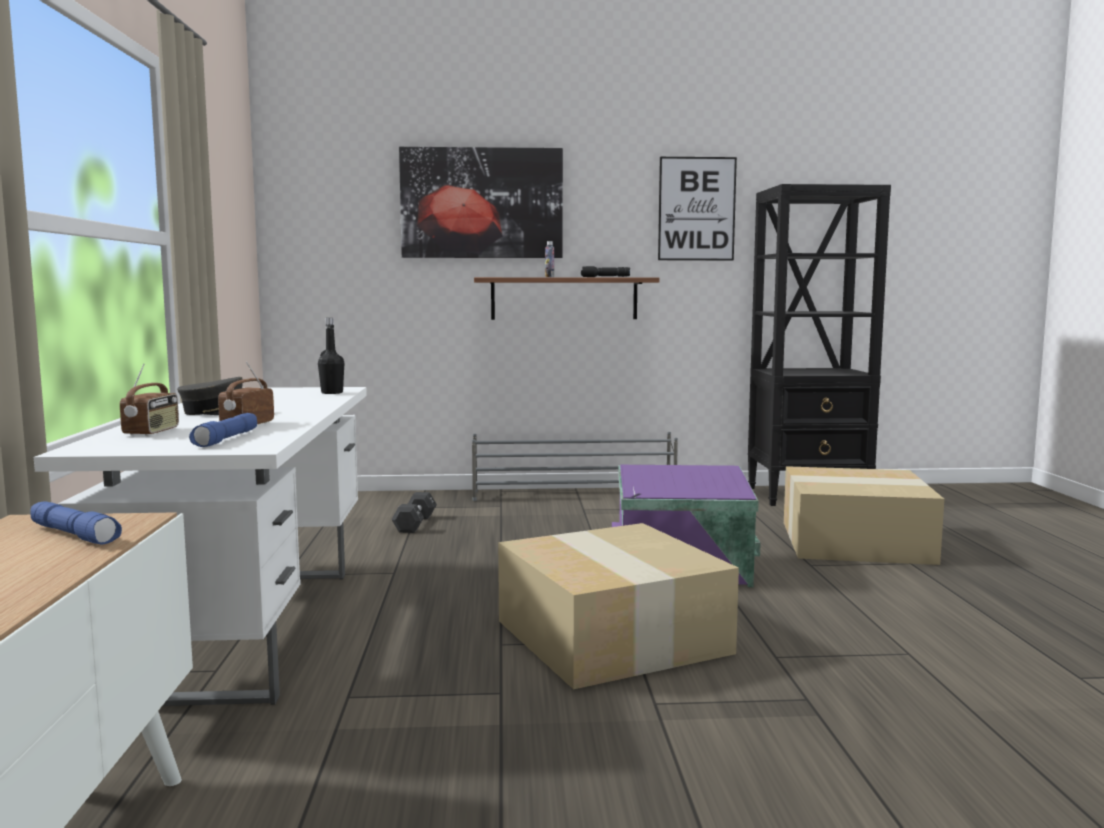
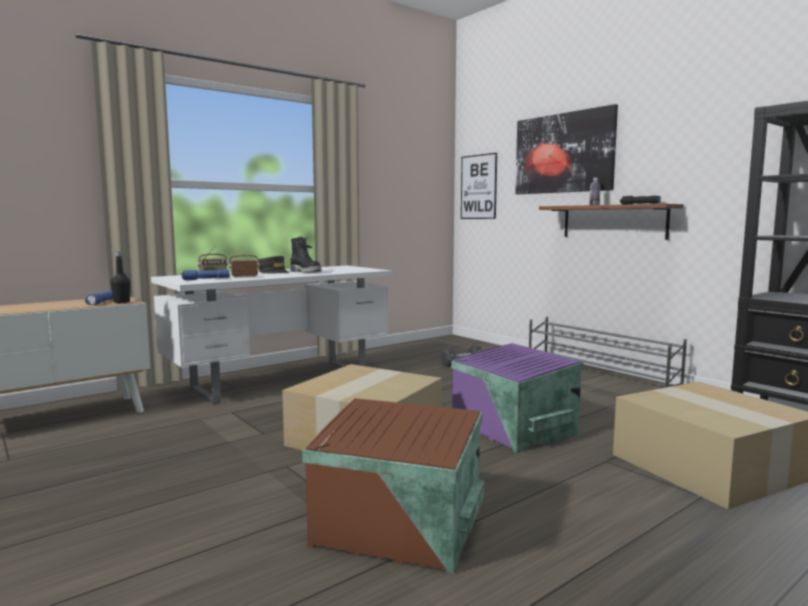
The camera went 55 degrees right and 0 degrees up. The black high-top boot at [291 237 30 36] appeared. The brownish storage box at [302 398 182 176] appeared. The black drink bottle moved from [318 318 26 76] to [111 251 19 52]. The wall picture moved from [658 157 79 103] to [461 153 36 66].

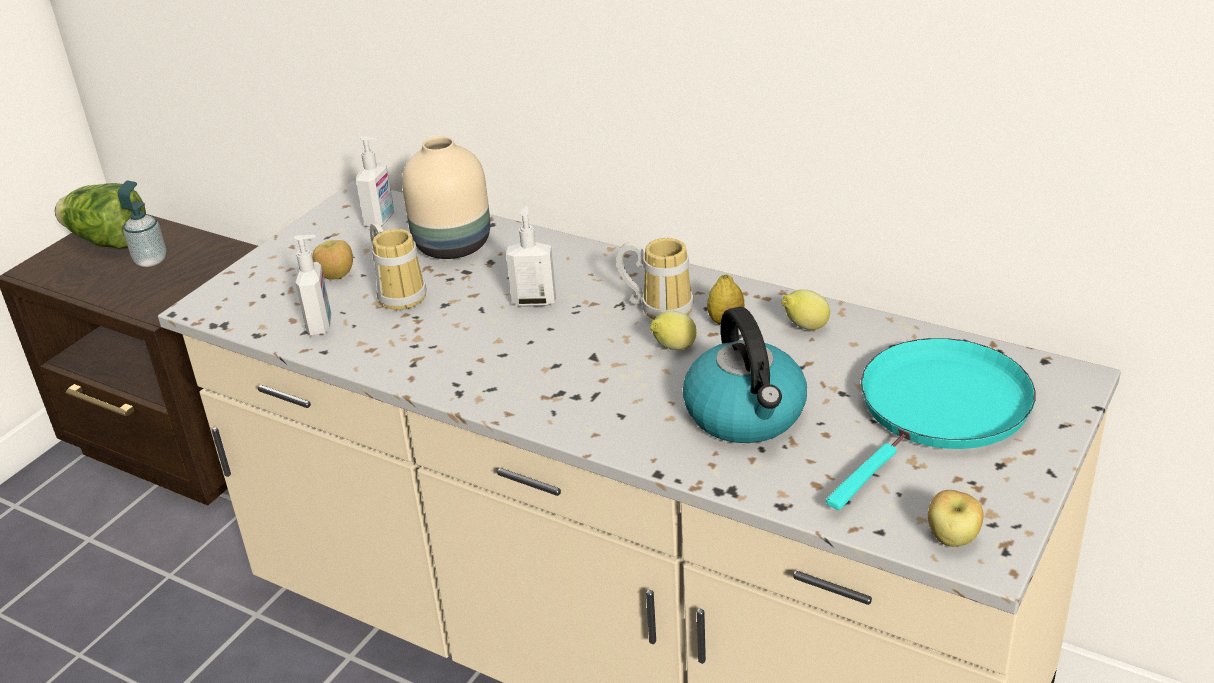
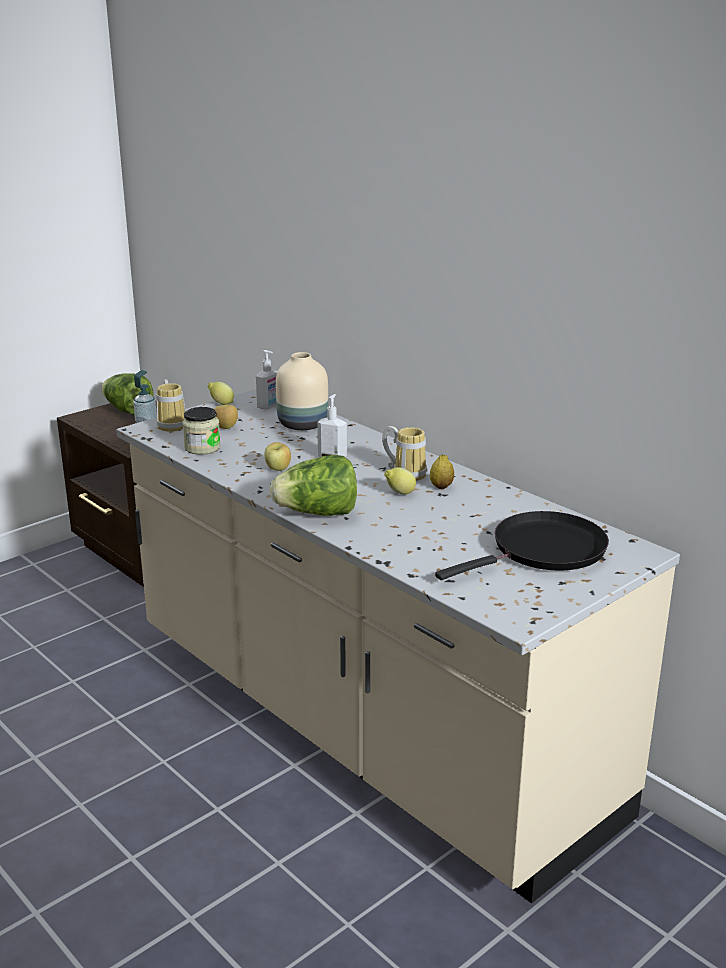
The camera went 15 degrees right and 10 degrees down. The tea kettle at [683 307 124 136] disappeared. The lettuce at [270 455 87 61] appeared. The coffee mug moved from [370 222 57 88] to [156 379 30 53]. The whole lemon moved from [781 289 49 41] to [207 382 27 23]. The whole apple moved from [928 490 55 57] to [265 442 26 29]. The soap dispenser at [294 235 37 101] was replaced by the jar at [182 407 39 48]. The blue-green frying pan at [826 338 210 172] became the black frying pan at [435 511 174 69].

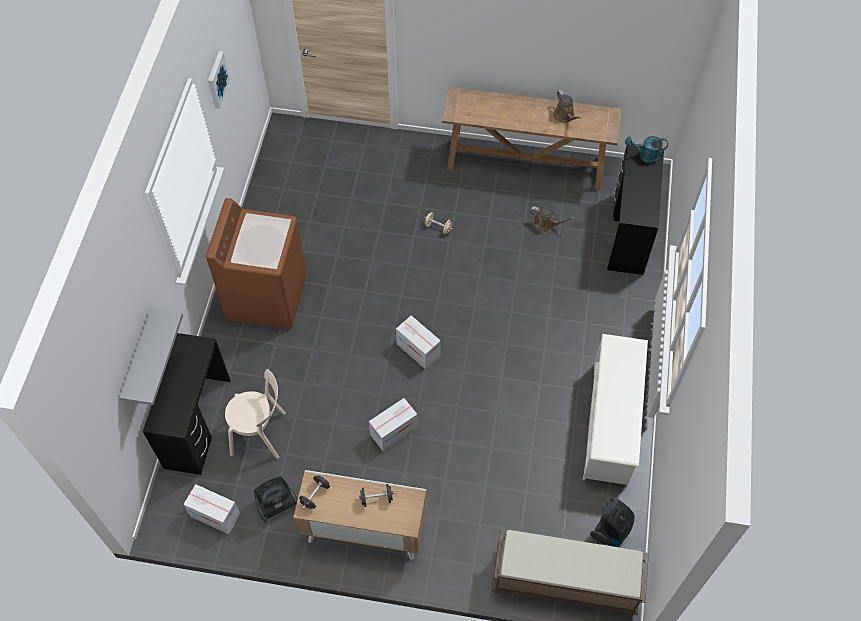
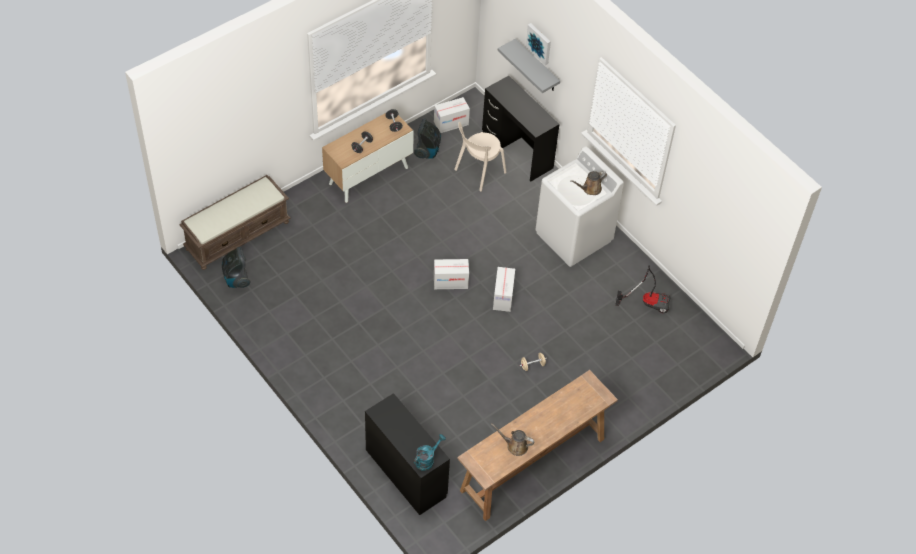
The camera went 130 degrees right and 5 degrees down. The white-coloured shoe stand at [583 334 65 151] disappeared. The vacuum cleaner at [615 266 56 47] appeared. The wall picture moved from [208 51 22 58] to [526 23 25 42]. The packing box moved from [369 398 49 54] to [493 267 22 45]. The brownish watering can moved from [530 207 45 26] to [570 171 37 24]. The brownish washing machine at [206 198 101 131] became the white-coloured washing machine at [535 146 89 121].

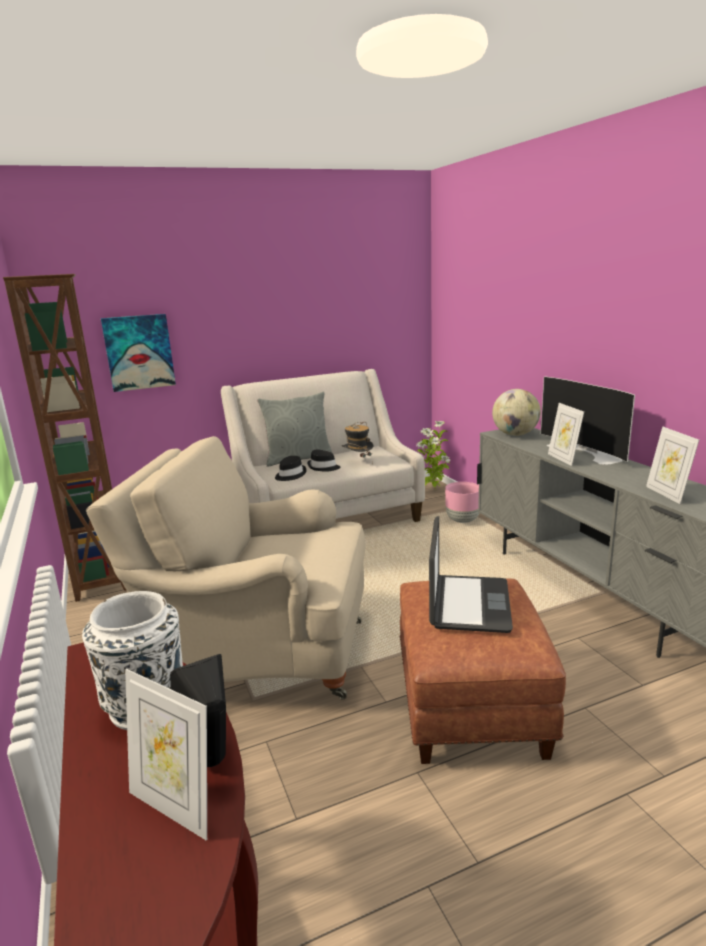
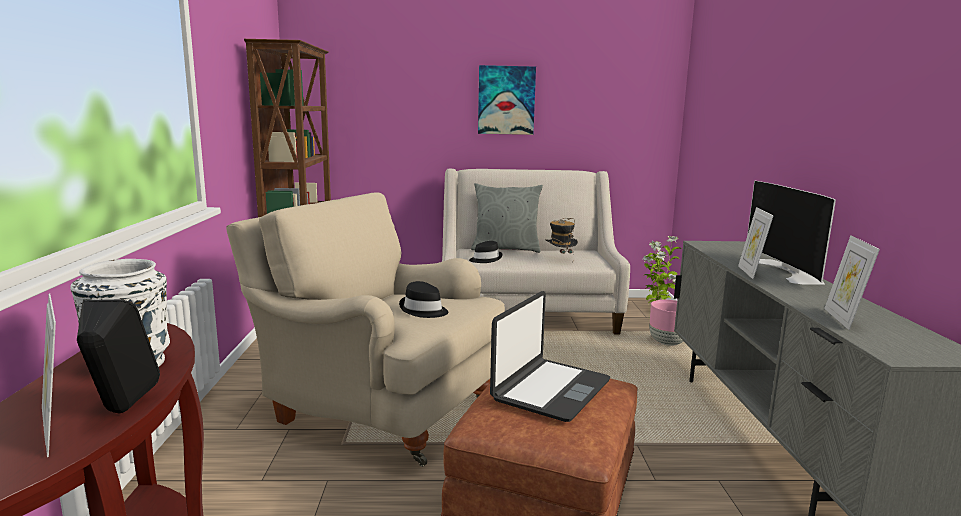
The camera went 20 degrees right and 5 degrees down. The desk globe at [492 389 49 47] disappeared. The wall picture moved from [101 314 75 78] to [478 65 58 70]. The black hat moved from [307 449 33 23] to [399 281 49 37].

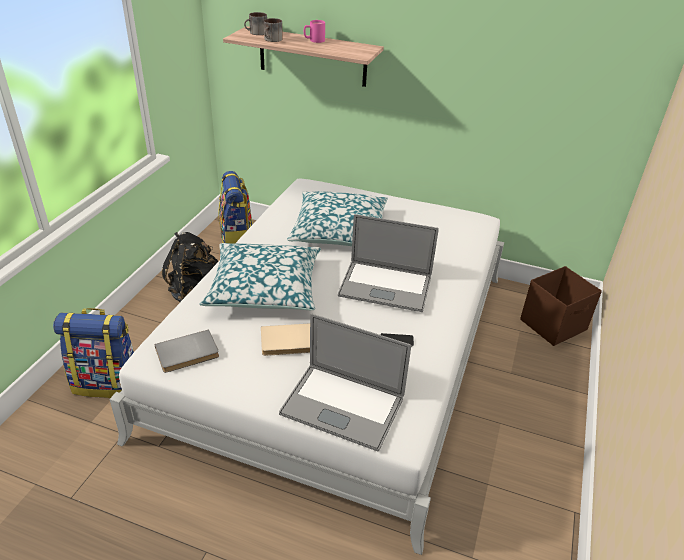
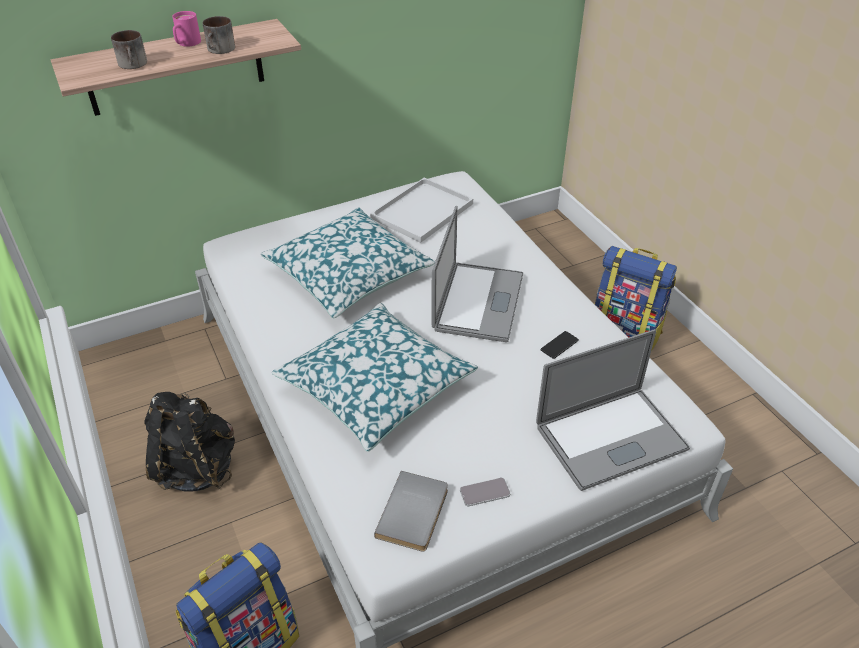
The camera went 45 degrees left and 5 degrees up. The beige bound book at [261 323 49 33] disappeared. The brownish storage box at [520 266 82 80] disappeared. The white-coloured serving tray at [370 178 103 65] appeared. The handset at [460 477 50 29] appeared. The knapsack moved from [218 171 35 72] to [595 246 82 105]. The coffee mug moved from [244 12 23 23] to [203 16 32 38]. The laptop at [338 214 101 98] turned 45 degrees counterclockwise.

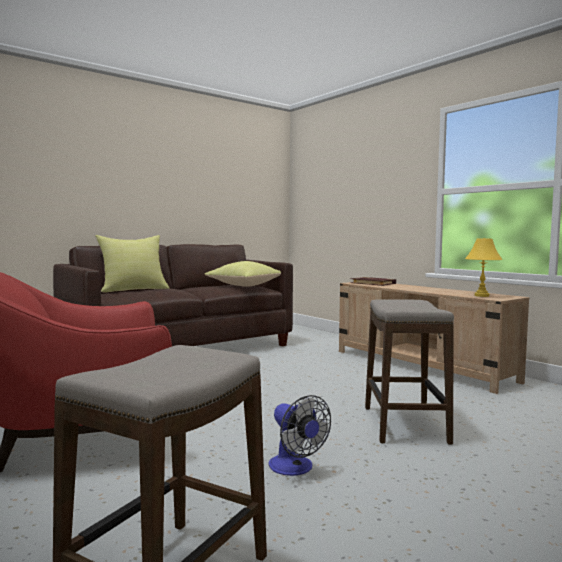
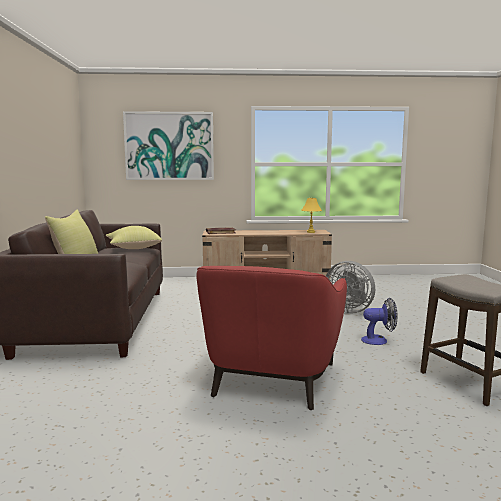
The camera went 55 degrees left and 5 degrees up. The wall picture at [123 111 91 69] appeared. The stool seat at [365 299 89 146] was replaced by the grey cooling fan at [326 261 49 52].

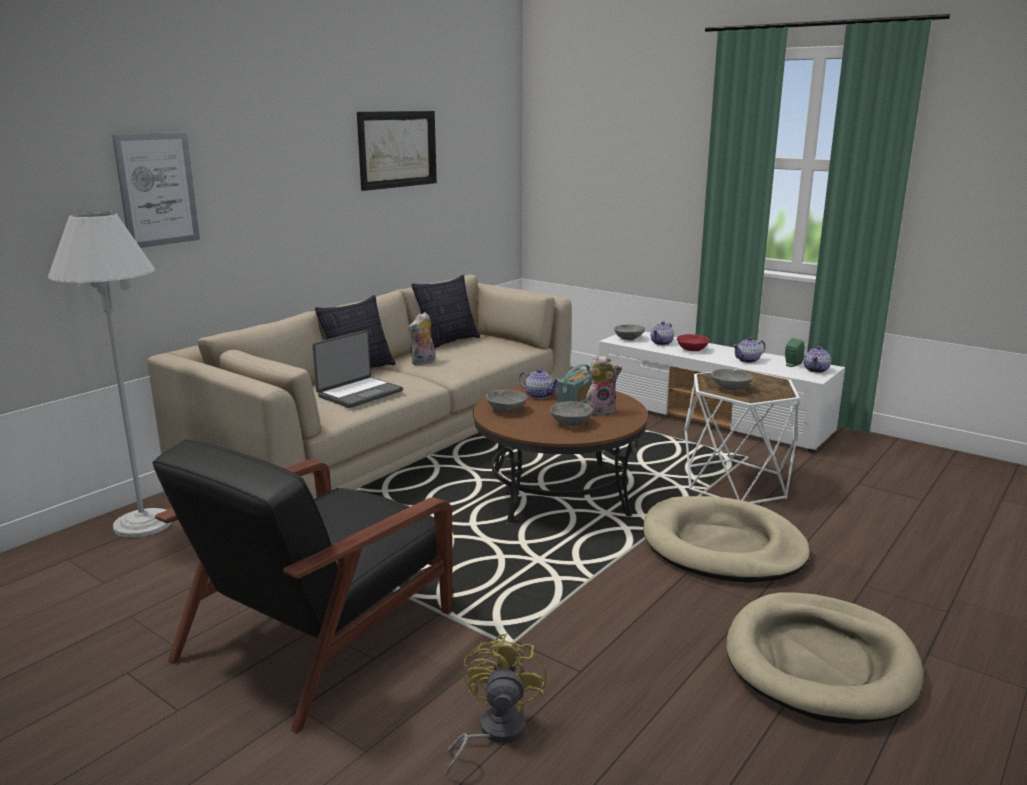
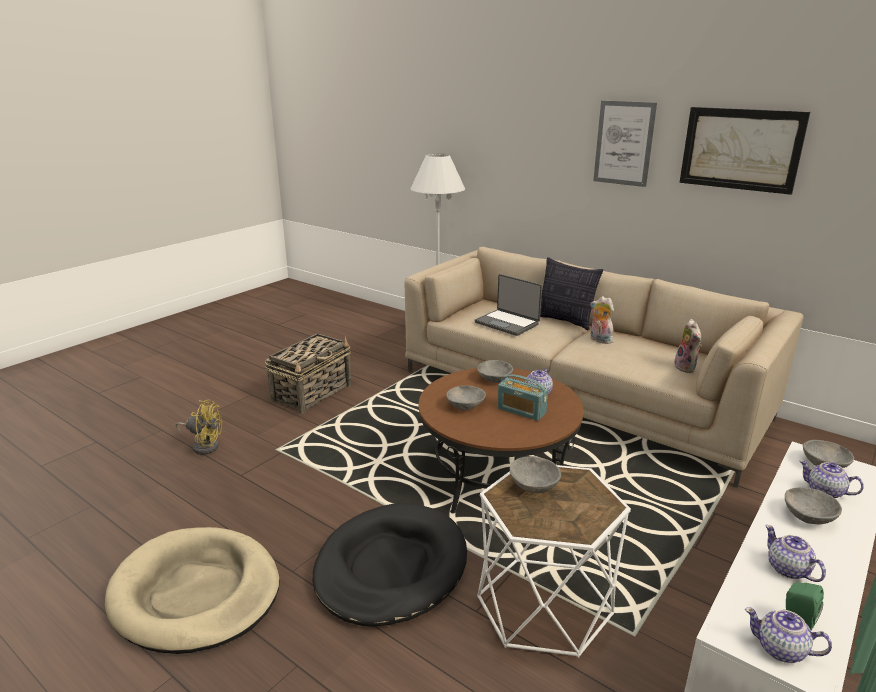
The camera went 90 degrees right and 5 degrees up. The cushion at [411 275 69 74] disappeared. The wall picture moved from [112 132 88 116] to [593 101 64 86]. The cuddly toy moved from [586 355 36 61] to [673 319 29 54]. The black easy chair at [153 439 300 295] was replaced by the household basket at [265 333 86 81]. The beige pet bed at [643 496 167 87] became the black pet bed at [313 503 154 124]. The red deep dish at [677 334 32 17] became the grey deep dish at [785 487 57 37].

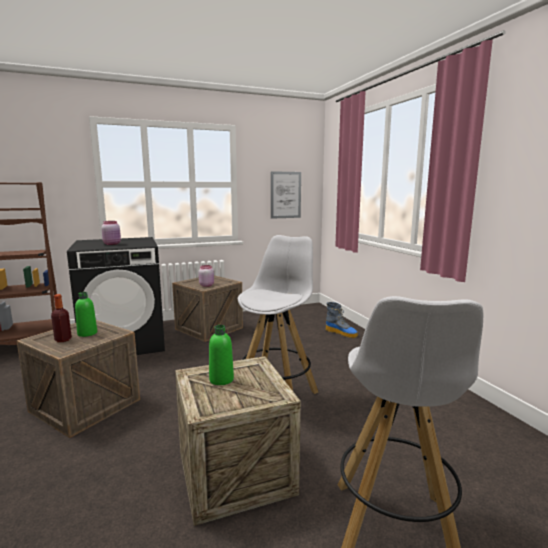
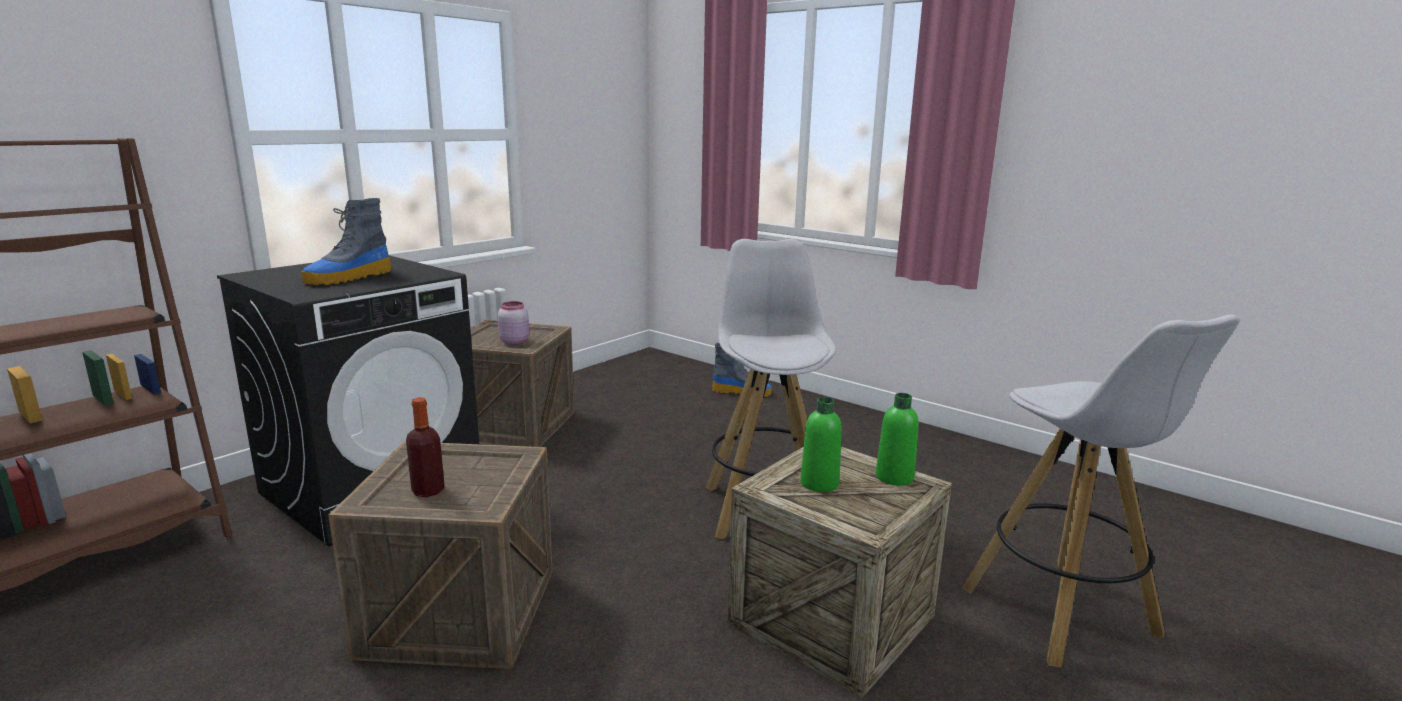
The camera went 30 degrees left and 5 degrees up. The wall picture at [271 171 30 48] disappeared. The greenish drink bottle moved from [75 292 22 45] to [876 393 43 93]. The pinkish jar at [101 221 20 24] was replaced by the high-top boot at [302 198 89 87].

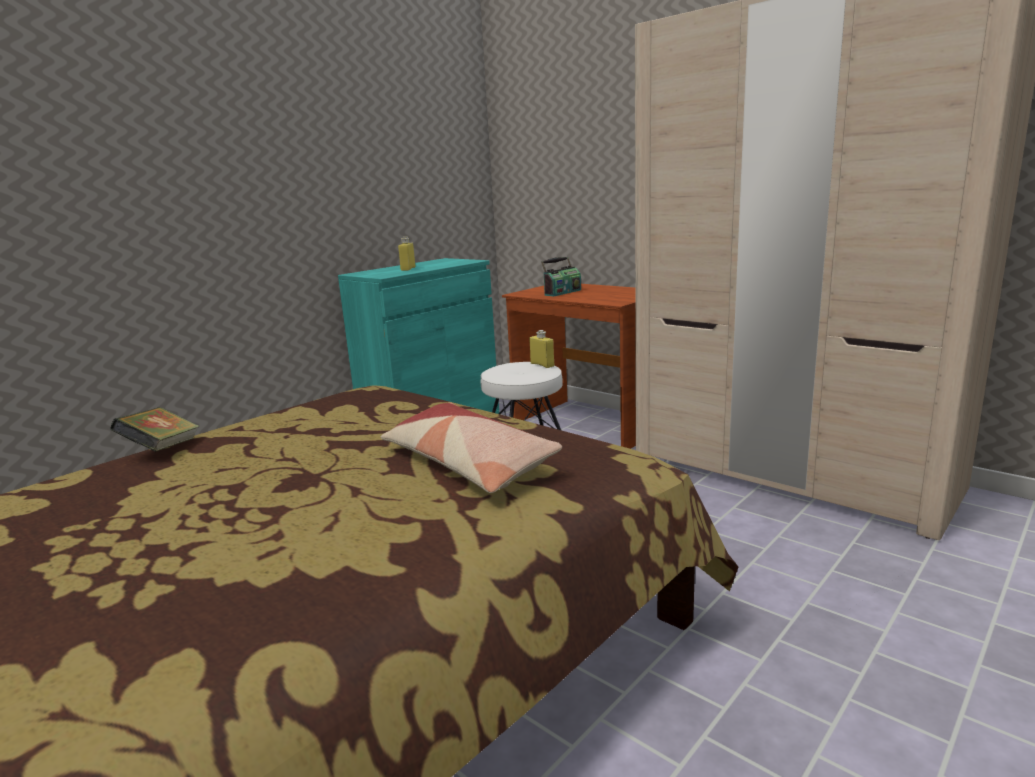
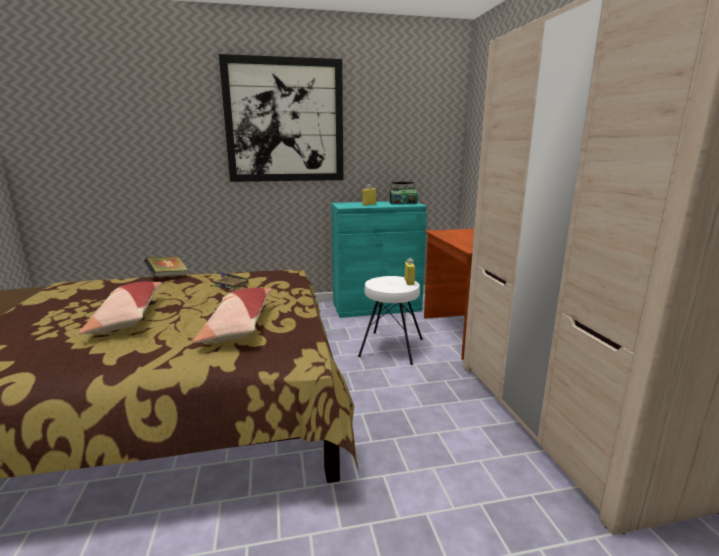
The camera went 35 degrees right and 0 degrees up. The cushion at [79 281 83 53] appeared. The bound book at [214 271 34 19] appeared. The wall picture at [219 54 124 128] appeared. The radio receiver moved from [541 257 40 40] to [390 181 28 24].

